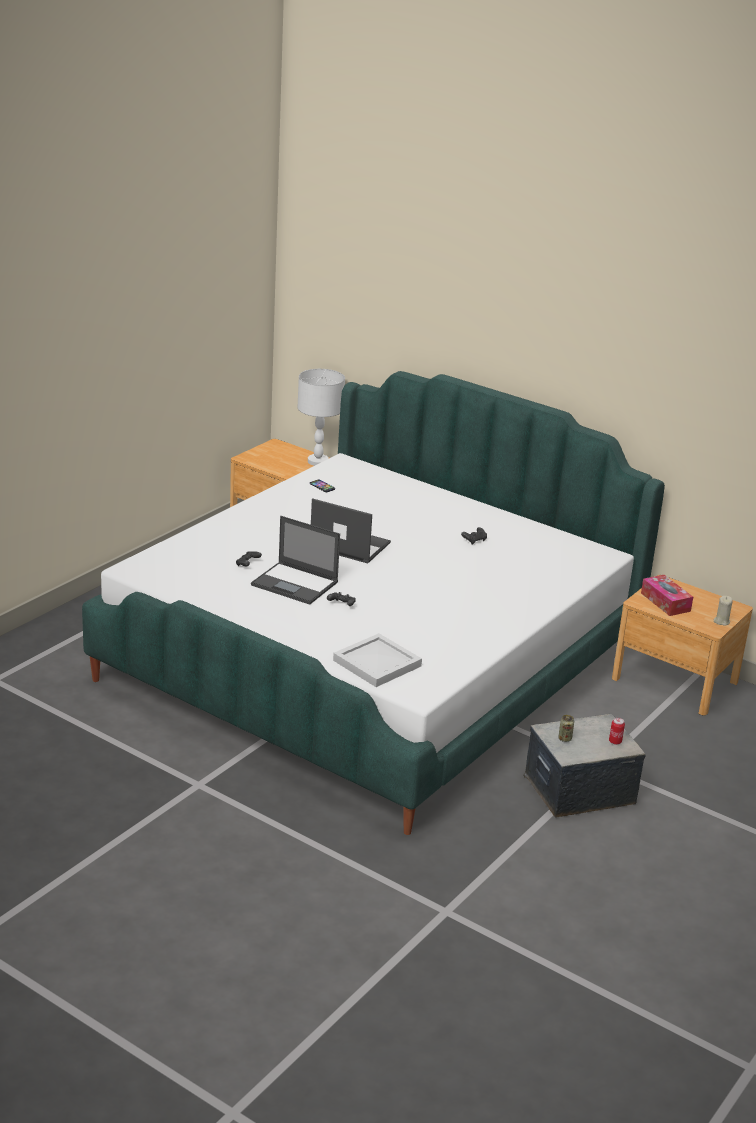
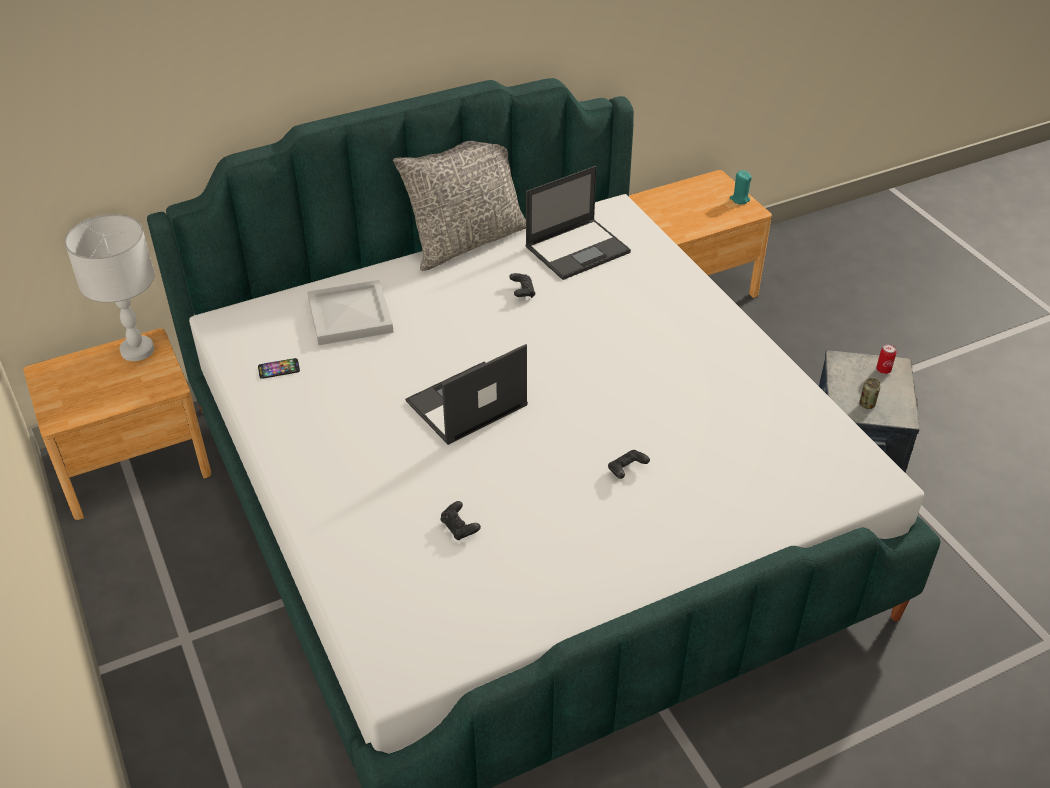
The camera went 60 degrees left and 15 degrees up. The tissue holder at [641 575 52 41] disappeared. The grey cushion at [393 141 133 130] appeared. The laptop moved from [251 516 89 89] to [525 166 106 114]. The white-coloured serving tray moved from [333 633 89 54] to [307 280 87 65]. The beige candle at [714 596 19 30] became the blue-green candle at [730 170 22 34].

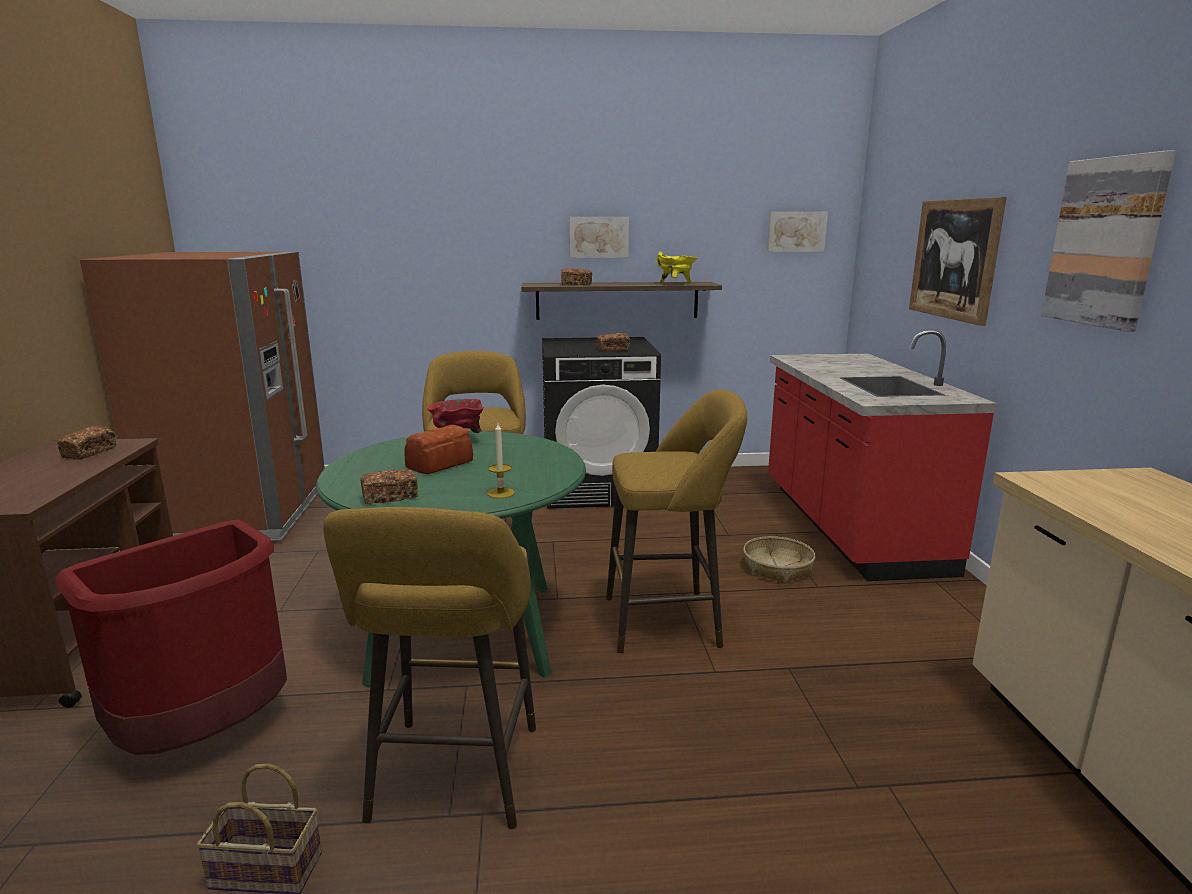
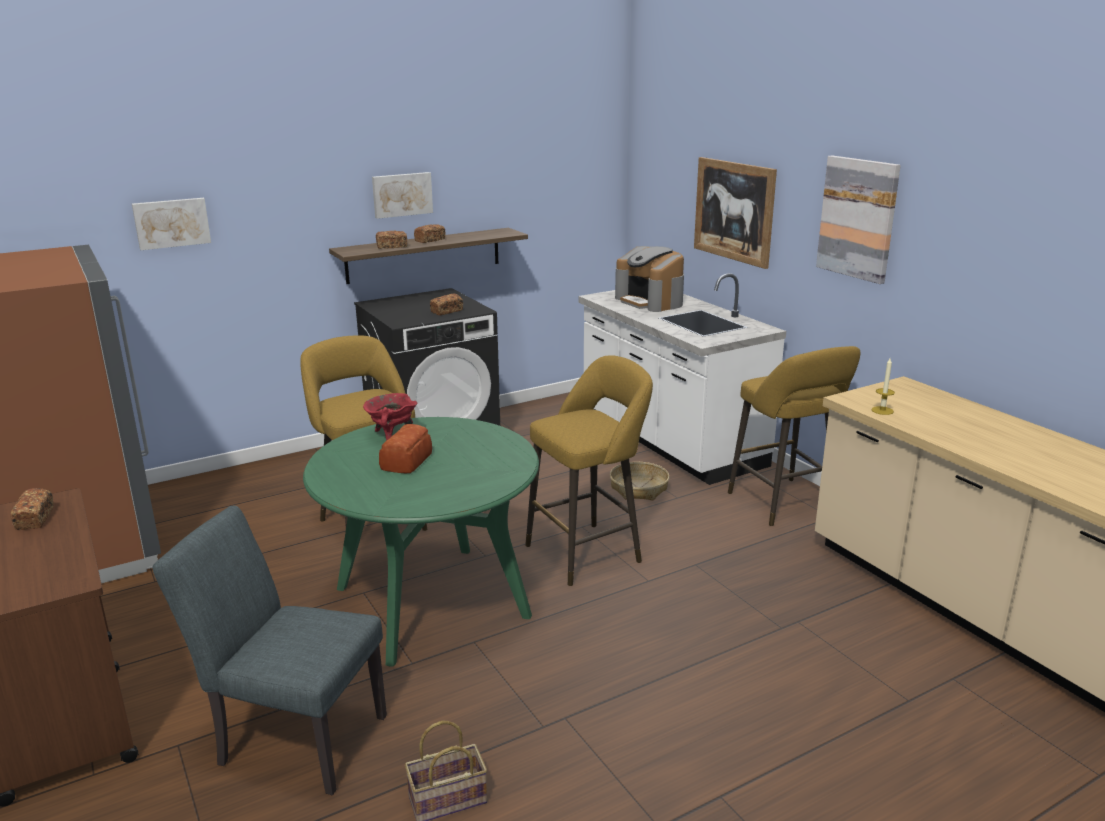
The camera went 25 degrees left and 5 degrees up. The yellowish stockpot at [656 251 42 33] disappeared. The coffee brewer at [615 246 69 66] appeared. The yellowish stool seat moved from [323 507 213 322] to [728 346 133 180]. The baked bread moved from [361 469 57 36] to [414 224 32 19]. The candle moved from [487 423 28 75] to [872 358 23 57]. The wall picture moved from [767 211 61 41] to [132 198 79 52]. The red rubbish bin at [54 520 233 235] was replaced by the grey chair at [153 506 234 289]. The red kitchen base unit at [768 330 229 251] became the white-coloured kitchen base unit at [578 273 208 212].

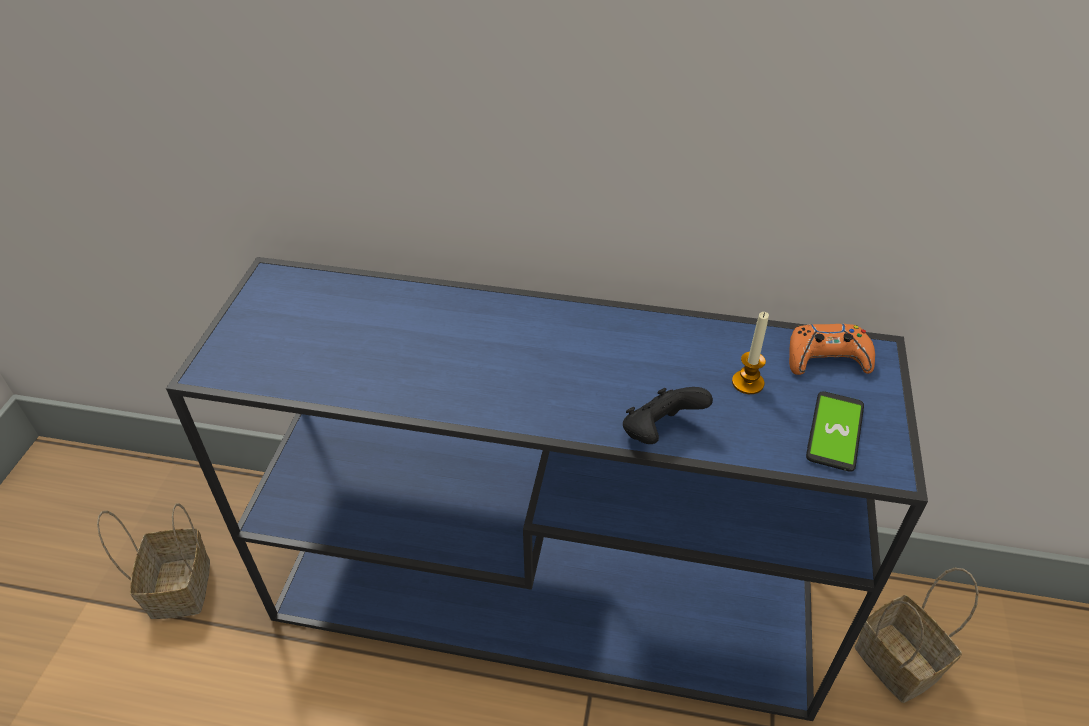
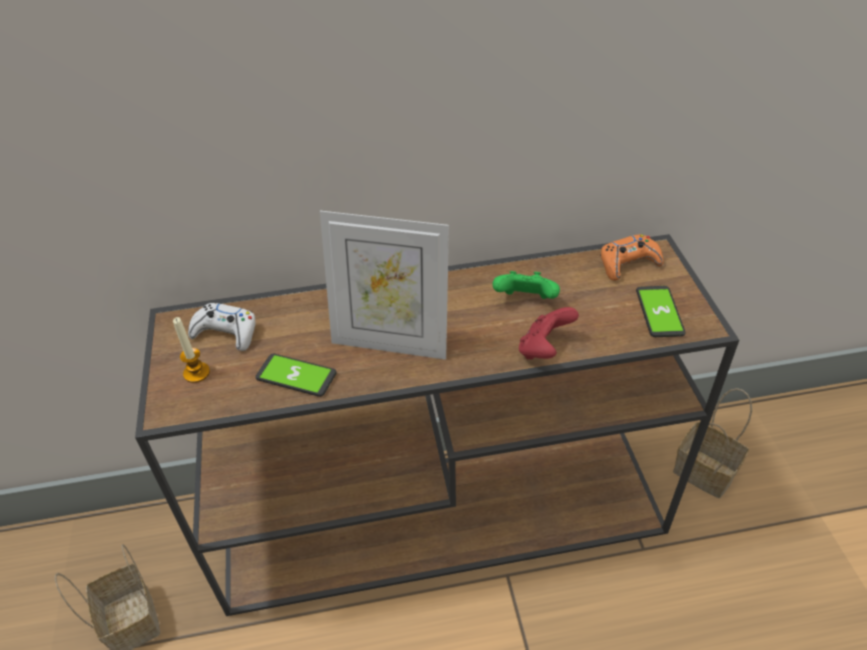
The camera went 20 degrees left and 0 degrees up. The white-coloured joypad at [188 303 67 48] appeared. The handset at [255 354 81 43] appeared. The standing frame at [320 211 129 149] appeared. The greenish joypad at [493 271 67 28] appeared. The candle moved from [732 312 37 82] to [173 317 37 66]. The bluish narrow table at [166 257 762 464] became the brownish narrow table at [135 234 604 382]. The black joypad at [623 387 90 57] became the red joypad at [519 307 60 53].

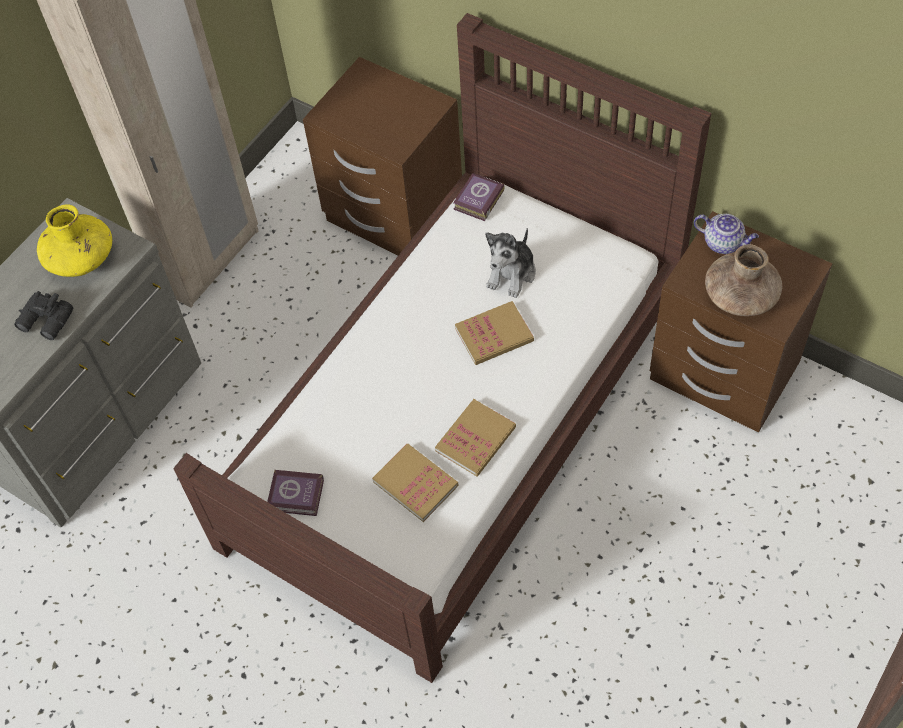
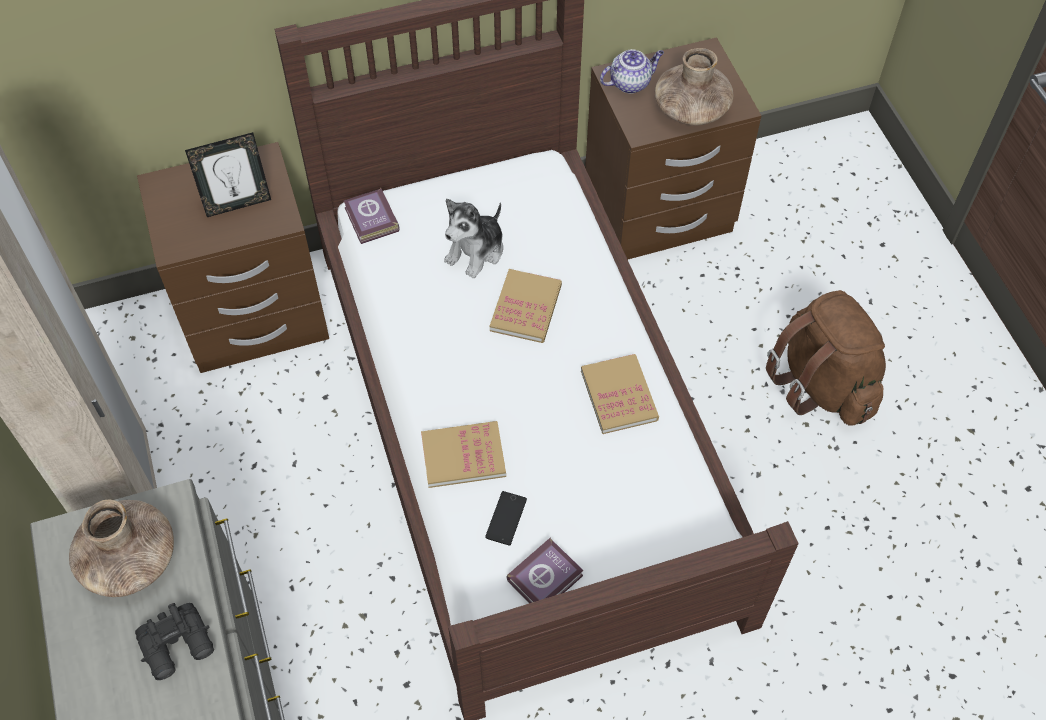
The camera went 55 degrees left and 0 degrees up. The standing frame at [185 132 86 85] appeared. The handset at [485 491 42 54] appeared. The brownish knapsack at [766 290 120 136] appeared. The bound book moved from [372 443 86 79] to [421 421 85 67]. The yellowish flower vase at [37 204 75 73] became the brownish flower vase at [69 500 105 97]. The cuddly toy at [485 228 51 70] turned 60 degrees clockwise.

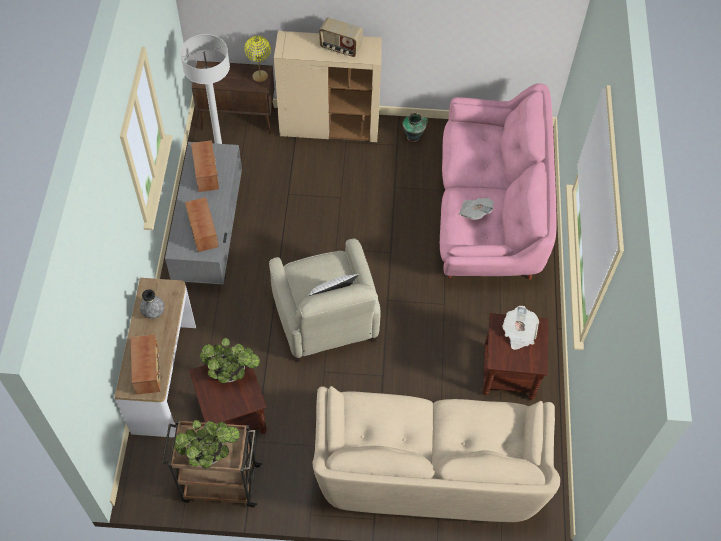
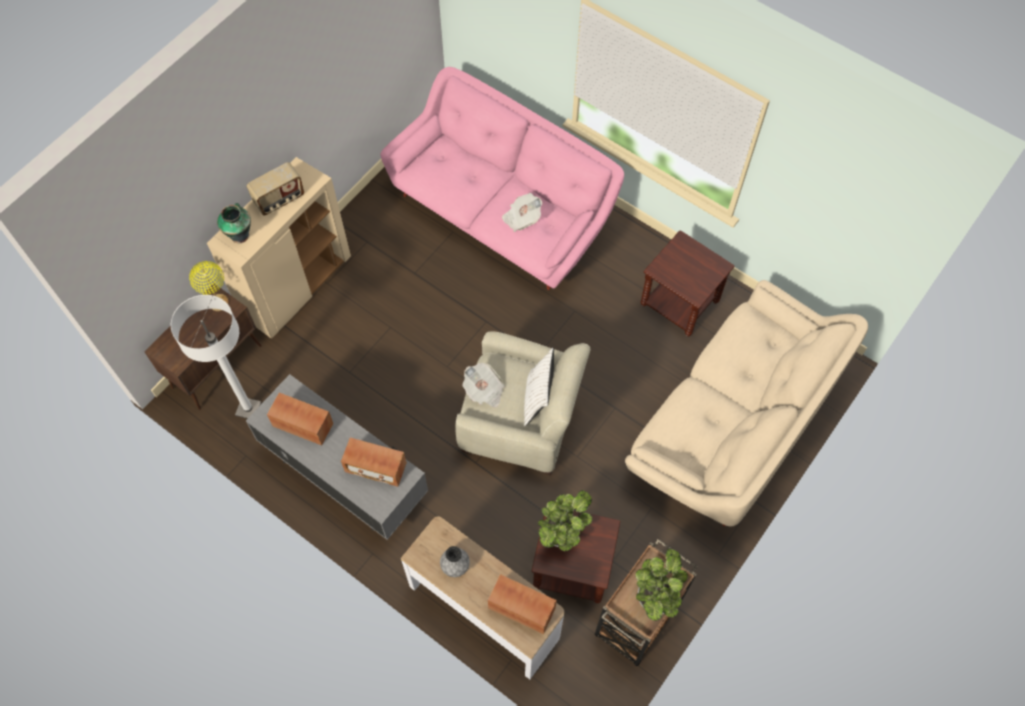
The camera went 55 degrees left and 5 degrees up. The flower vase moved from [403 113 25 29] to [217 203 34 40]. The printed paper moved from [502 306 37 44] to [462 363 43 45].

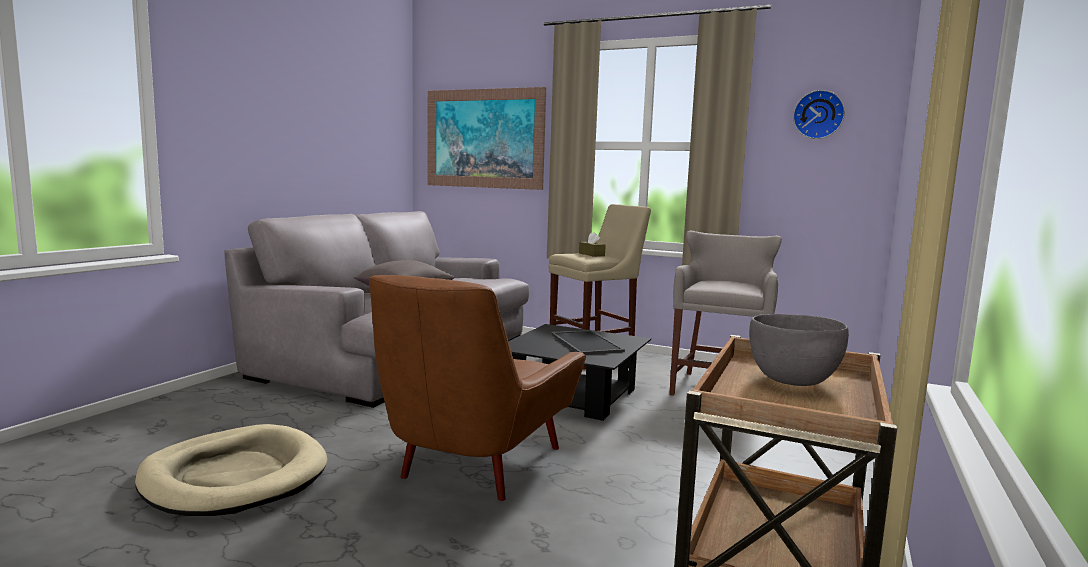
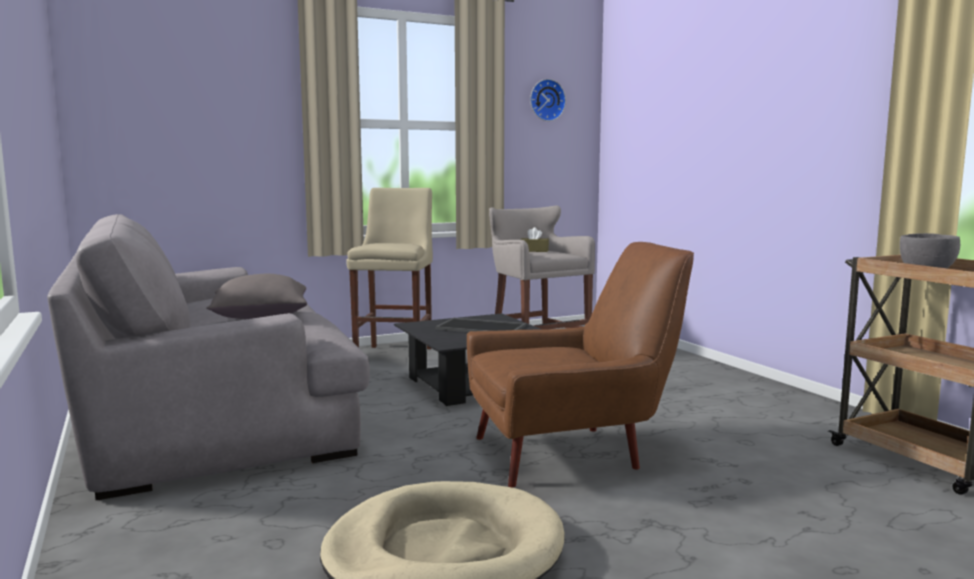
The camera went 50 degrees left and 0 degrees up. The wall picture at [427 87 119 103] disappeared. The brownish tissue holder moved from [579 232 27 25] to [520 227 29 25]. The brownish easy chair at [369 275 217 226] turned 75 degrees counterclockwise.

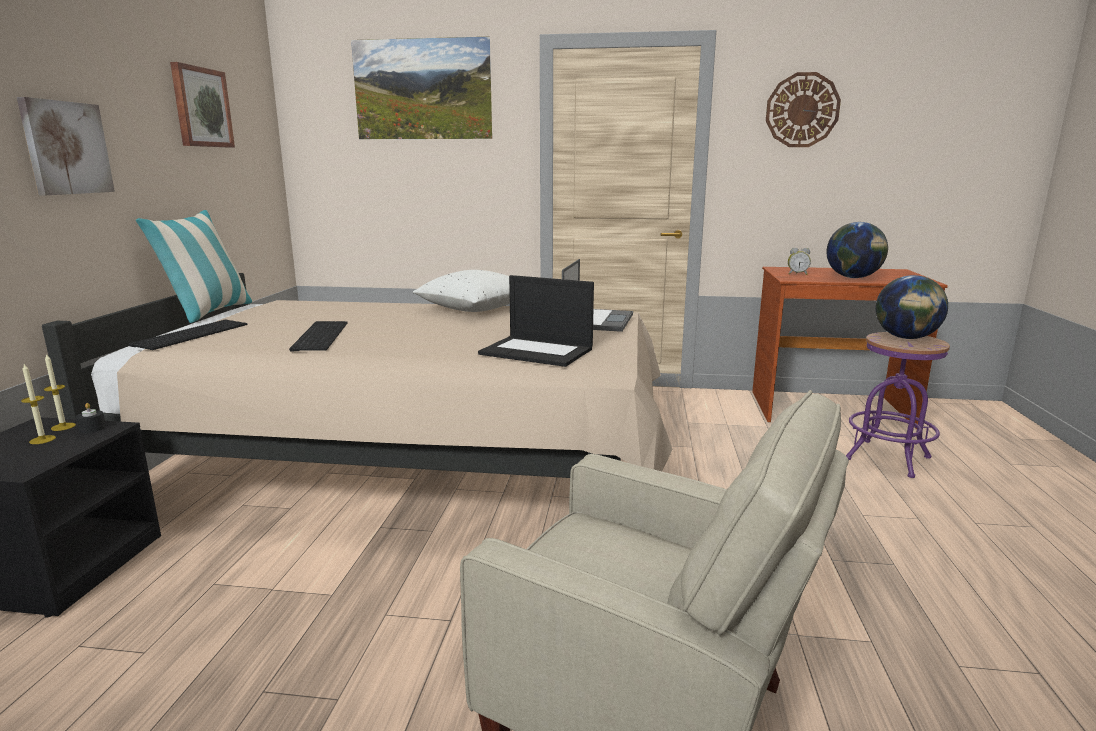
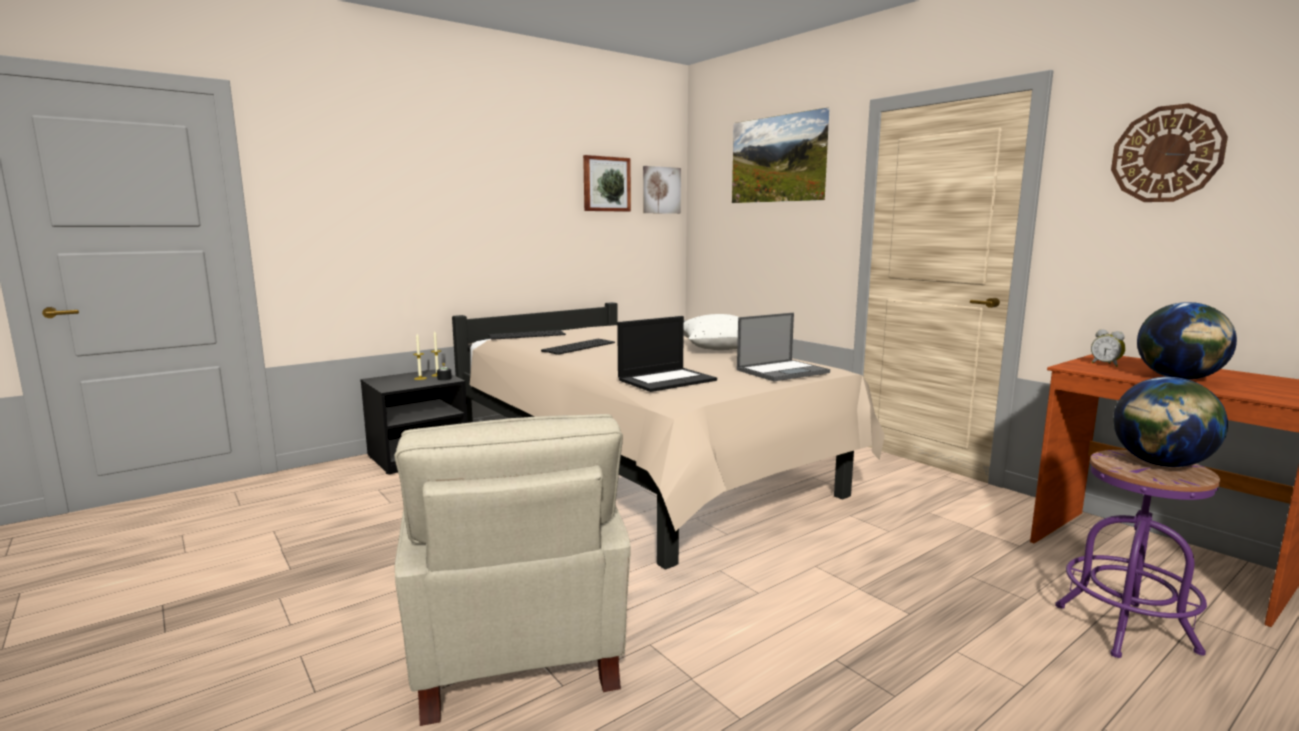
The camera went 45 degrees right and 5 degrees down. The cushion at [136 210 116 113] disappeared. The wall picture moved from [17 97 98 98] to [643 166 38 48]. The laptop at [478 275 116 92] turned 105 degrees counterclockwise.

